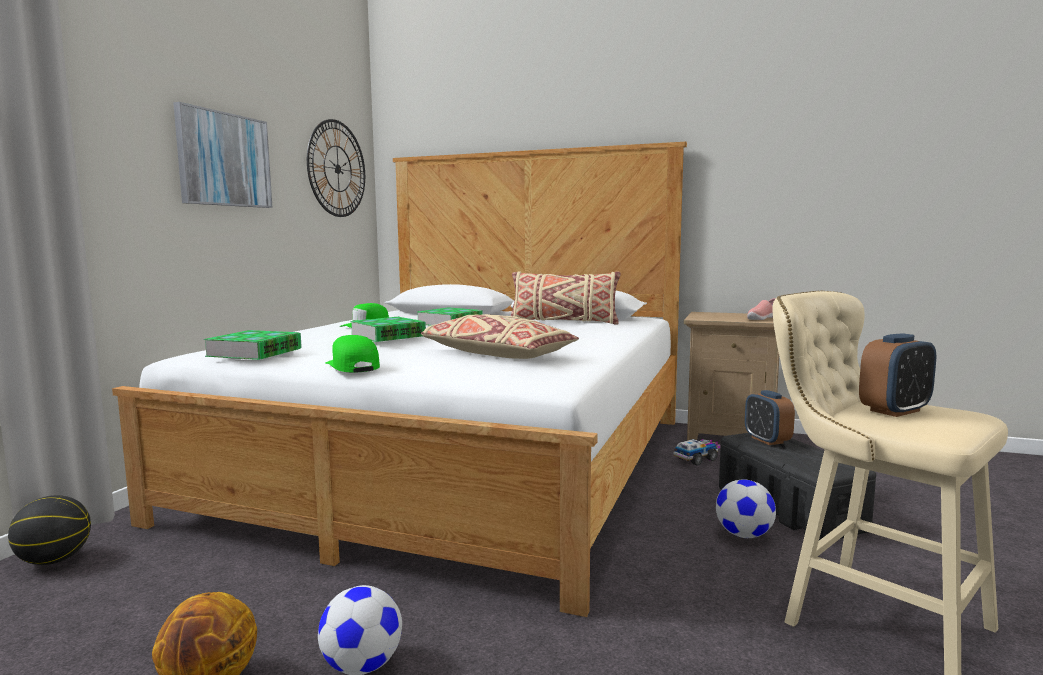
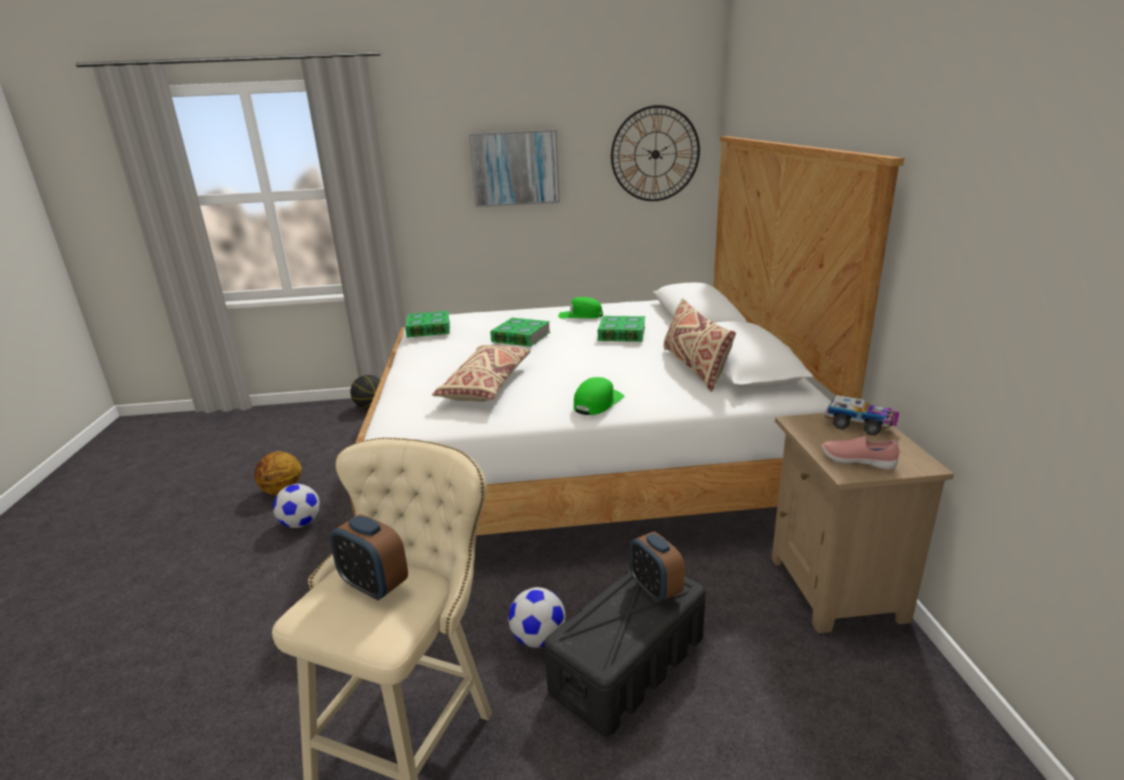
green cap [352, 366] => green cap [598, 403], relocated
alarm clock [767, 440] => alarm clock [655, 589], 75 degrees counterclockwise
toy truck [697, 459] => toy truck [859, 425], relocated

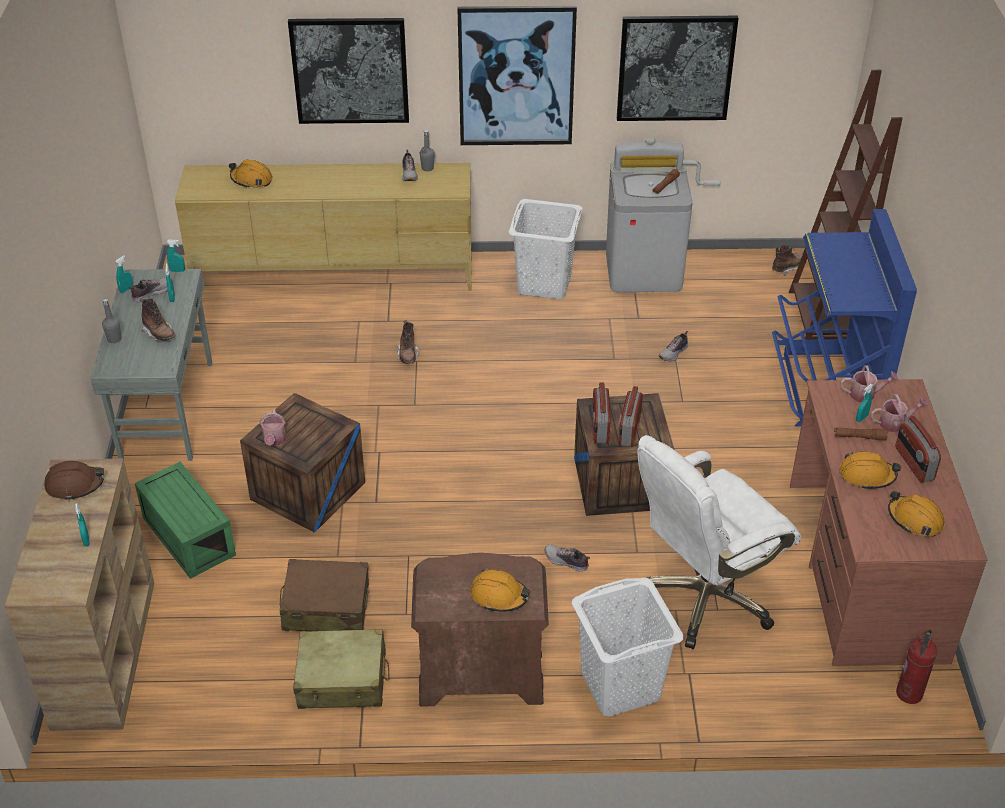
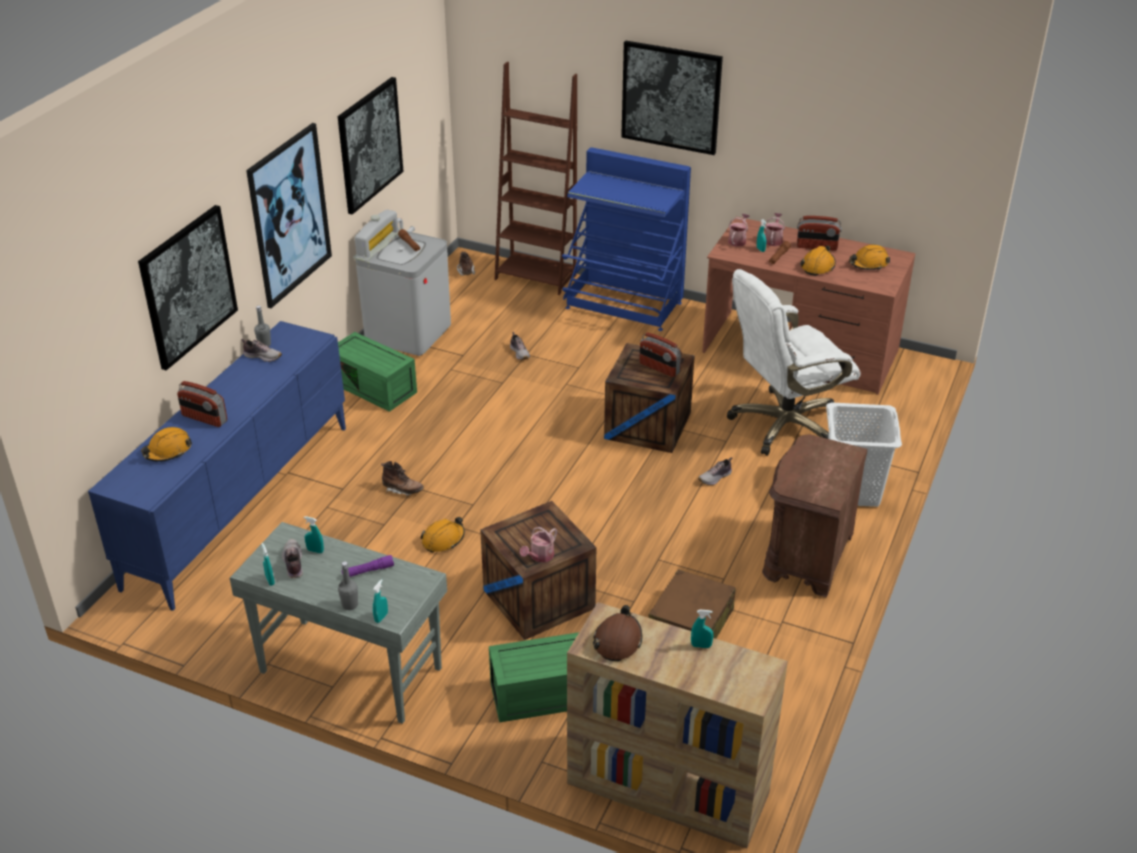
beige cabinet [335, 274] => blue cabinet [240, 503]
white laundry basket [544, 284] => green storage box [375, 387]
turquoise spray bottle [177, 271] => turquoise spray bottle [381, 617], relocated
brown boot [159, 334] => purple flashlight [368, 571]
radio [599, 426] => radio [204, 418], relocated
watering can [274, 441] => watering can [540, 556], 105 degrees clockwise
white office chair [705, 594] => white office chair [785, 424], 75 degrees clockwise
orange hard hat [499, 596] => orange hard hat [443, 540], relocated
beige suitcase [342, 679] => nothing
fire extinguisher [909, 694] => nothing
nothing => picture [671, 97]

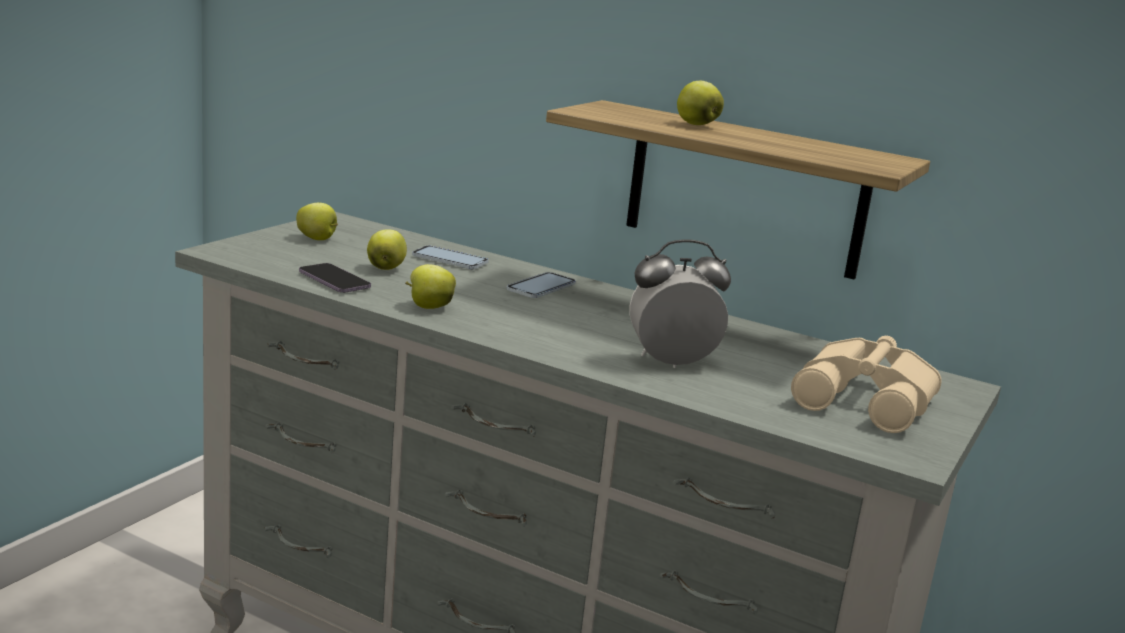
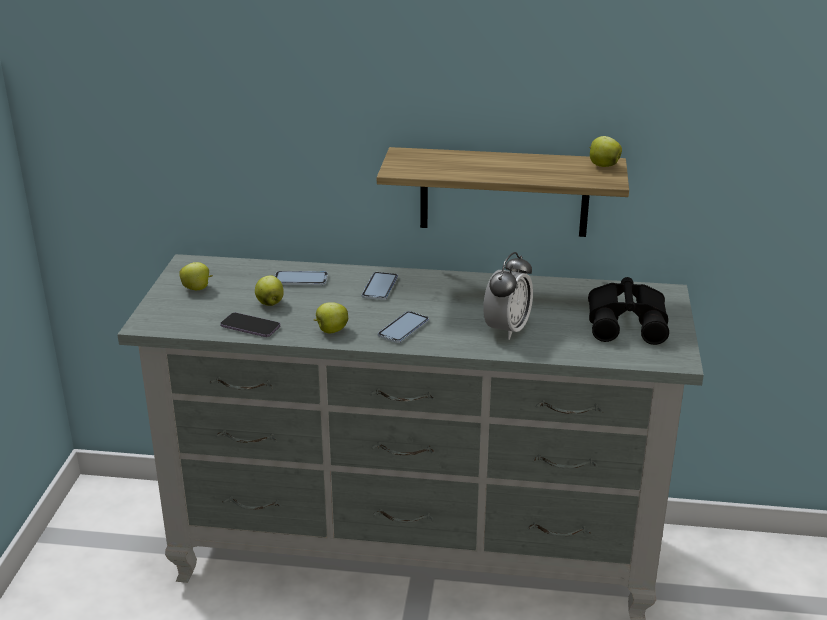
apple [696, 124] => apple [602, 165], relocated
alarm clock [671, 362] => alarm clock [507, 329], 150 degrees clockwise
beige binoculars [868, 399] => black binoculars [628, 321]
nothing => phone [403, 328]

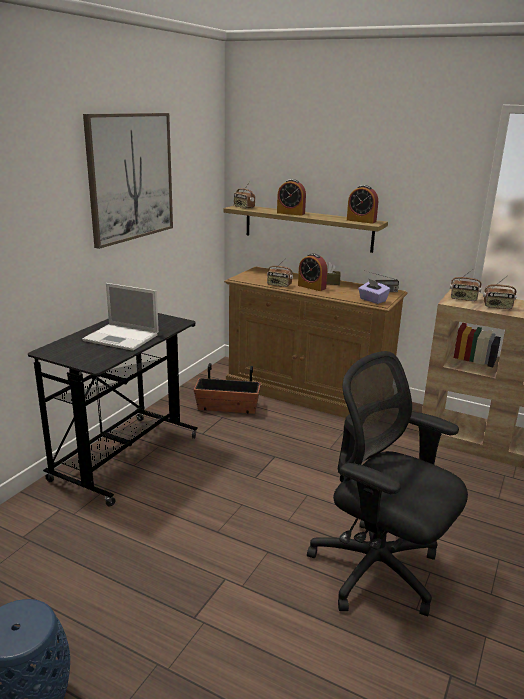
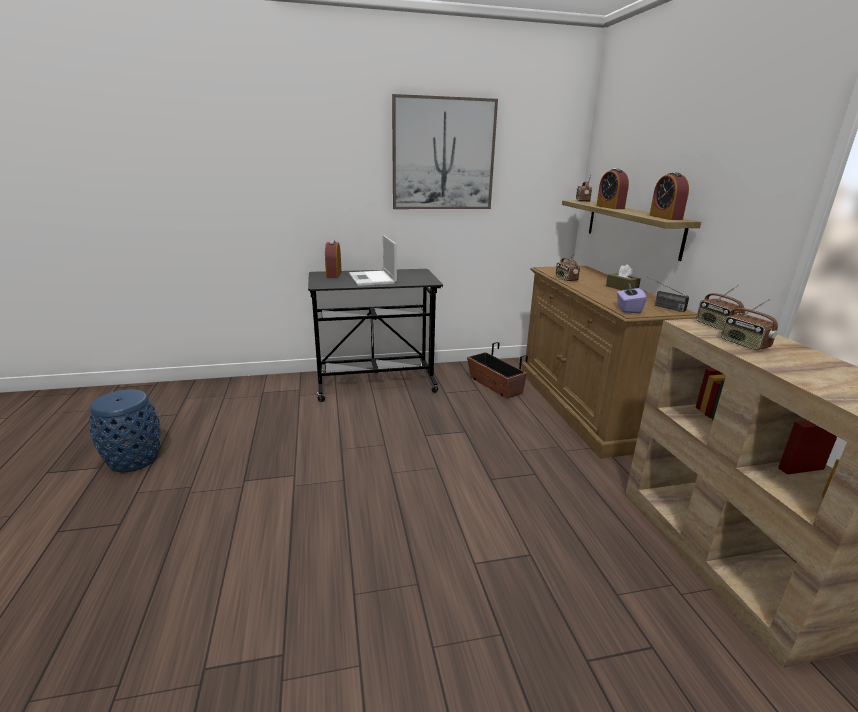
alarm clock [311, 287] => alarm clock [334, 274], relocated
black office chair [384, 571] => nothing

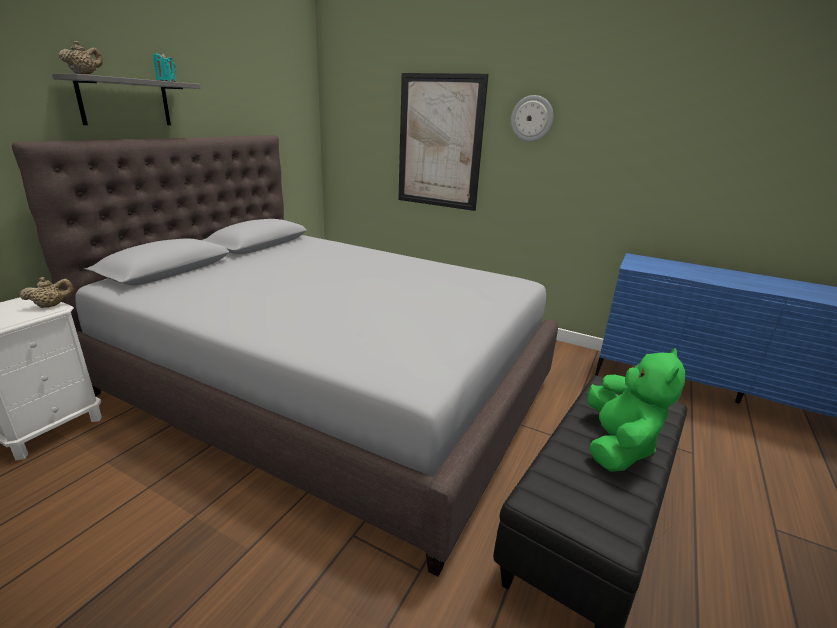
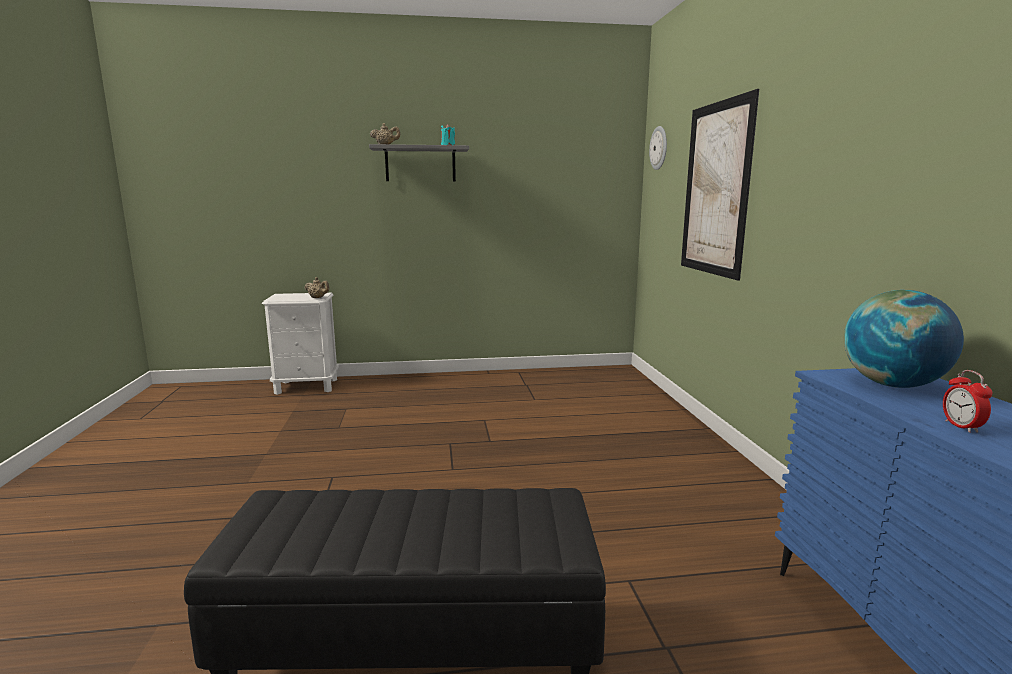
wall clock [532, 118] => wall clock [659, 148], relocated
grey bed [329, 388] => nothing
green plush toy [618, 445] => nothing
nothing => globe [892, 385]
nothing => alarm clock [961, 427]

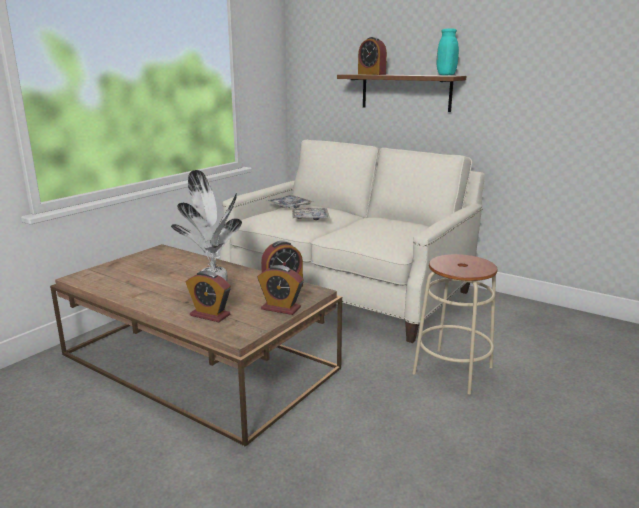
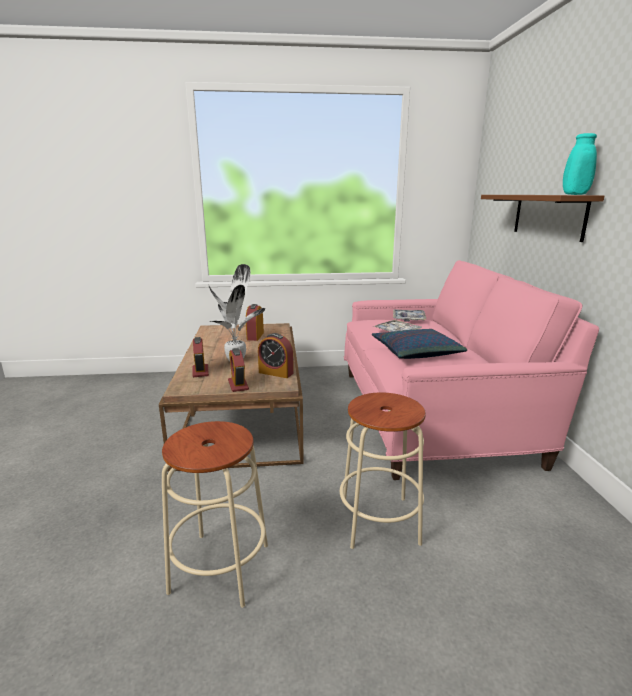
alarm clock [371, 74] => alarm clock [255, 336], relocated
white sofa [349, 288] => pink sofa [433, 413]
nothing => blue pillow [416, 352]
nothing => beige stool [220, 568]

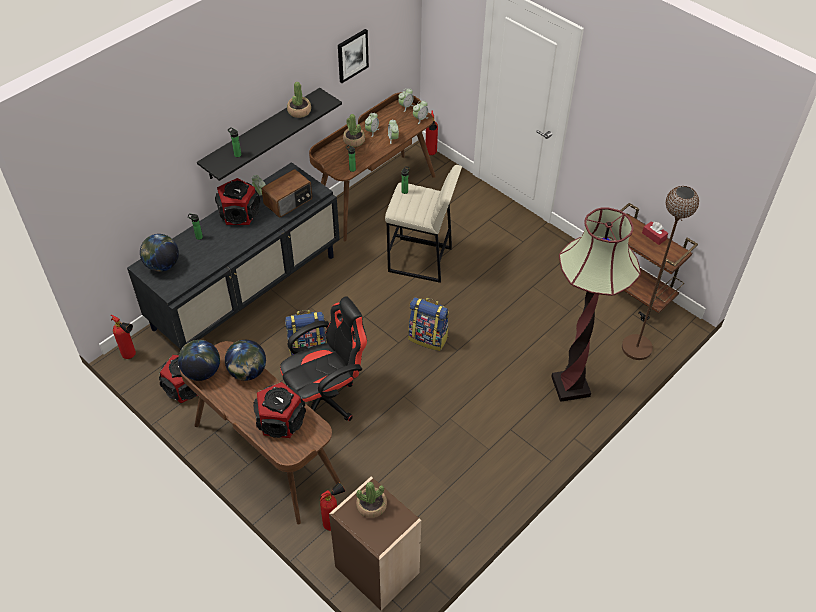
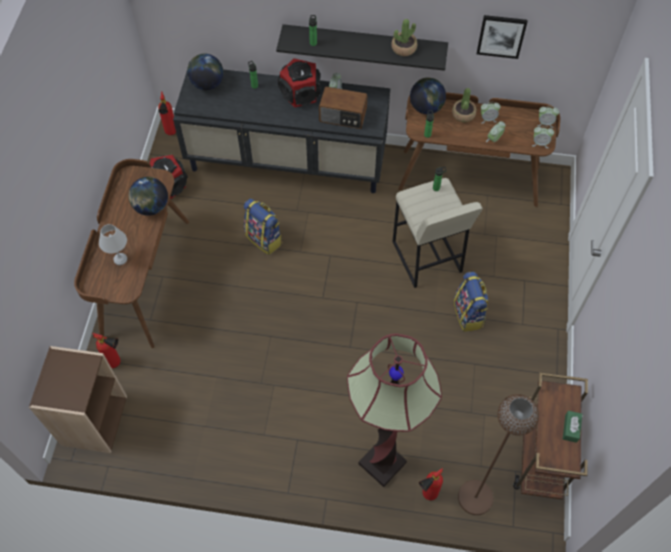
fire extinguisher [431, 154] => fire extinguisher [427, 495], relocated
red tissue box [654, 236] => green tissue box [571, 428]
black office chair [327, 399] => nothing
backpack [428, 338] => backpack [469, 314], relocated
globe [202, 372] => globe [426, 108], relocated
speaker [280, 421] => white table lamp [120, 258]
potted plant [371, 505] => nothing

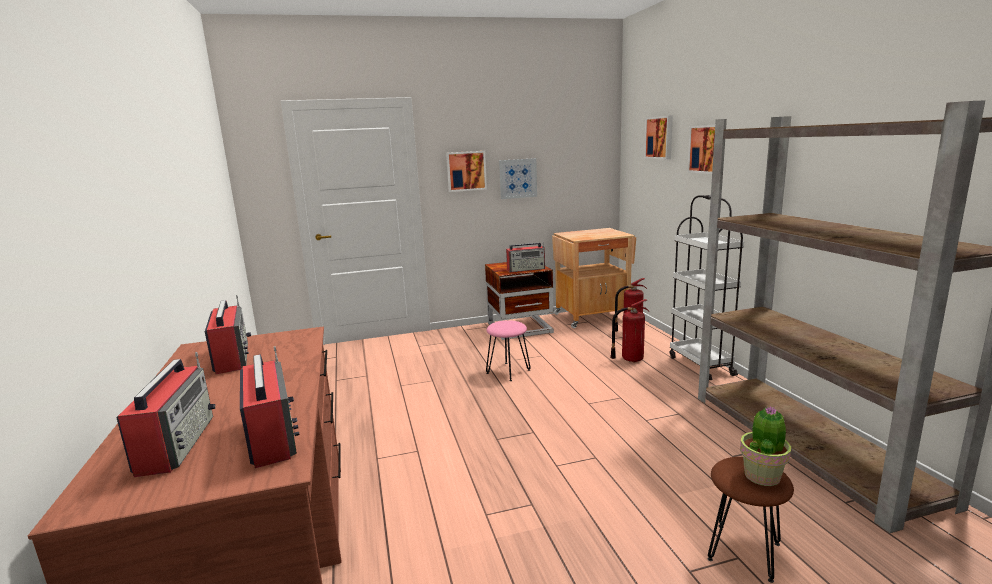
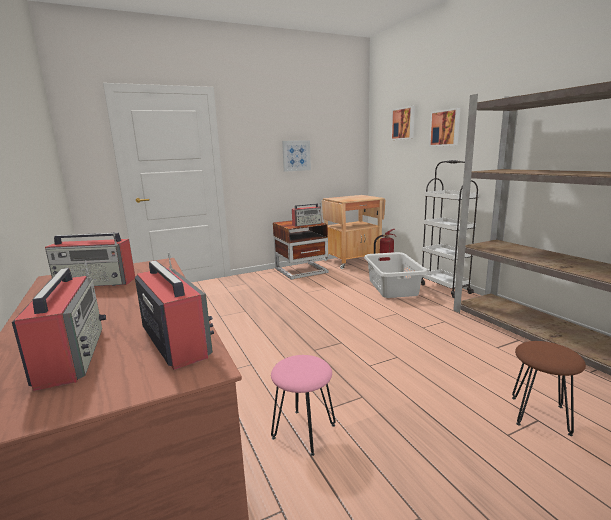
picture [466, 171] => nothing
radio [231, 357] => radio [96, 283], 120 degrees clockwise
fire extinguisher [630, 359] => grey laundry basket [393, 287]
pink stool [508, 371] => pink stool [304, 431], relocated
potted plant [762, 475] => nothing

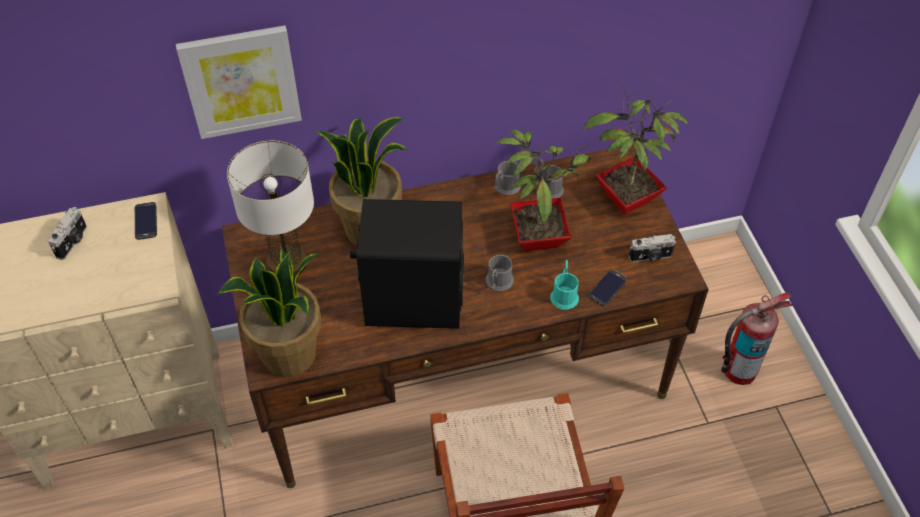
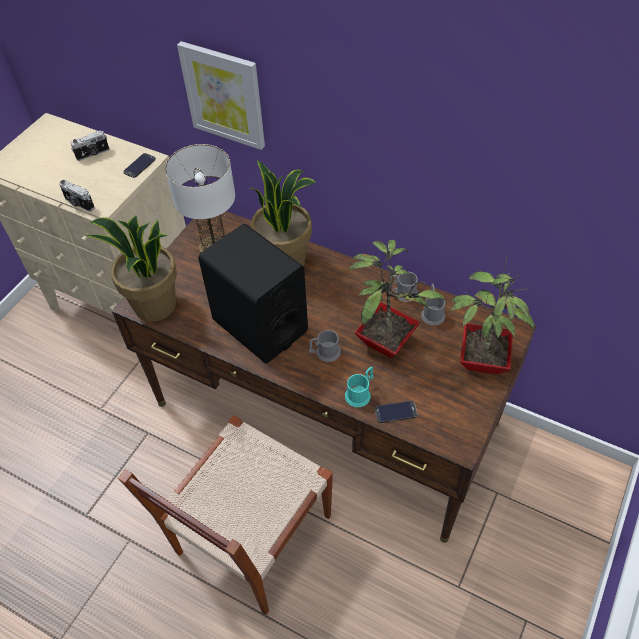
photo camera [650, 257] => photo camera [79, 204], relocated
fire extinguisher [738, 370] => nothing

